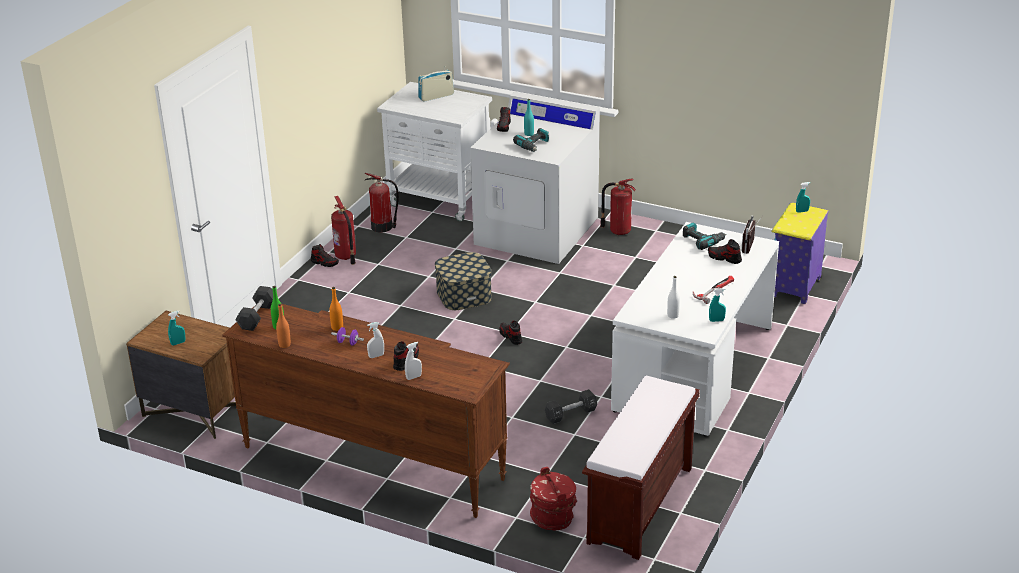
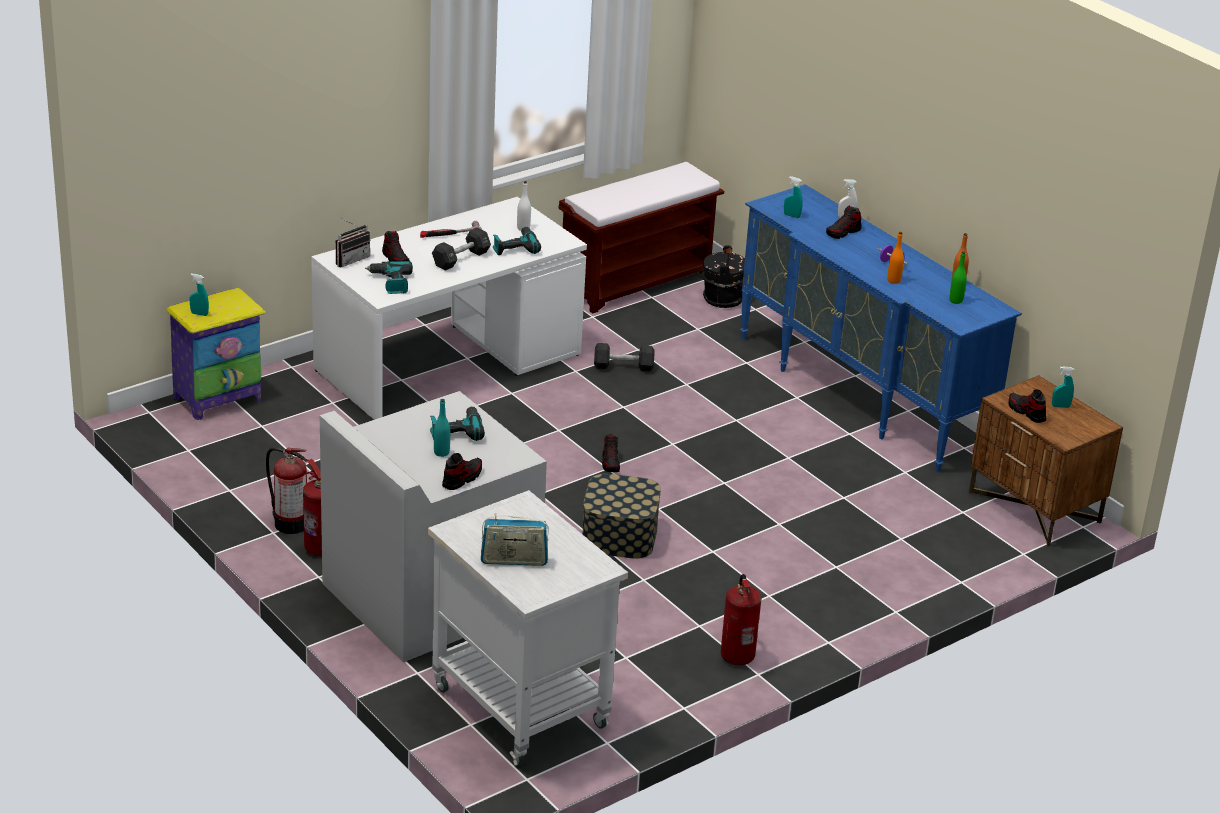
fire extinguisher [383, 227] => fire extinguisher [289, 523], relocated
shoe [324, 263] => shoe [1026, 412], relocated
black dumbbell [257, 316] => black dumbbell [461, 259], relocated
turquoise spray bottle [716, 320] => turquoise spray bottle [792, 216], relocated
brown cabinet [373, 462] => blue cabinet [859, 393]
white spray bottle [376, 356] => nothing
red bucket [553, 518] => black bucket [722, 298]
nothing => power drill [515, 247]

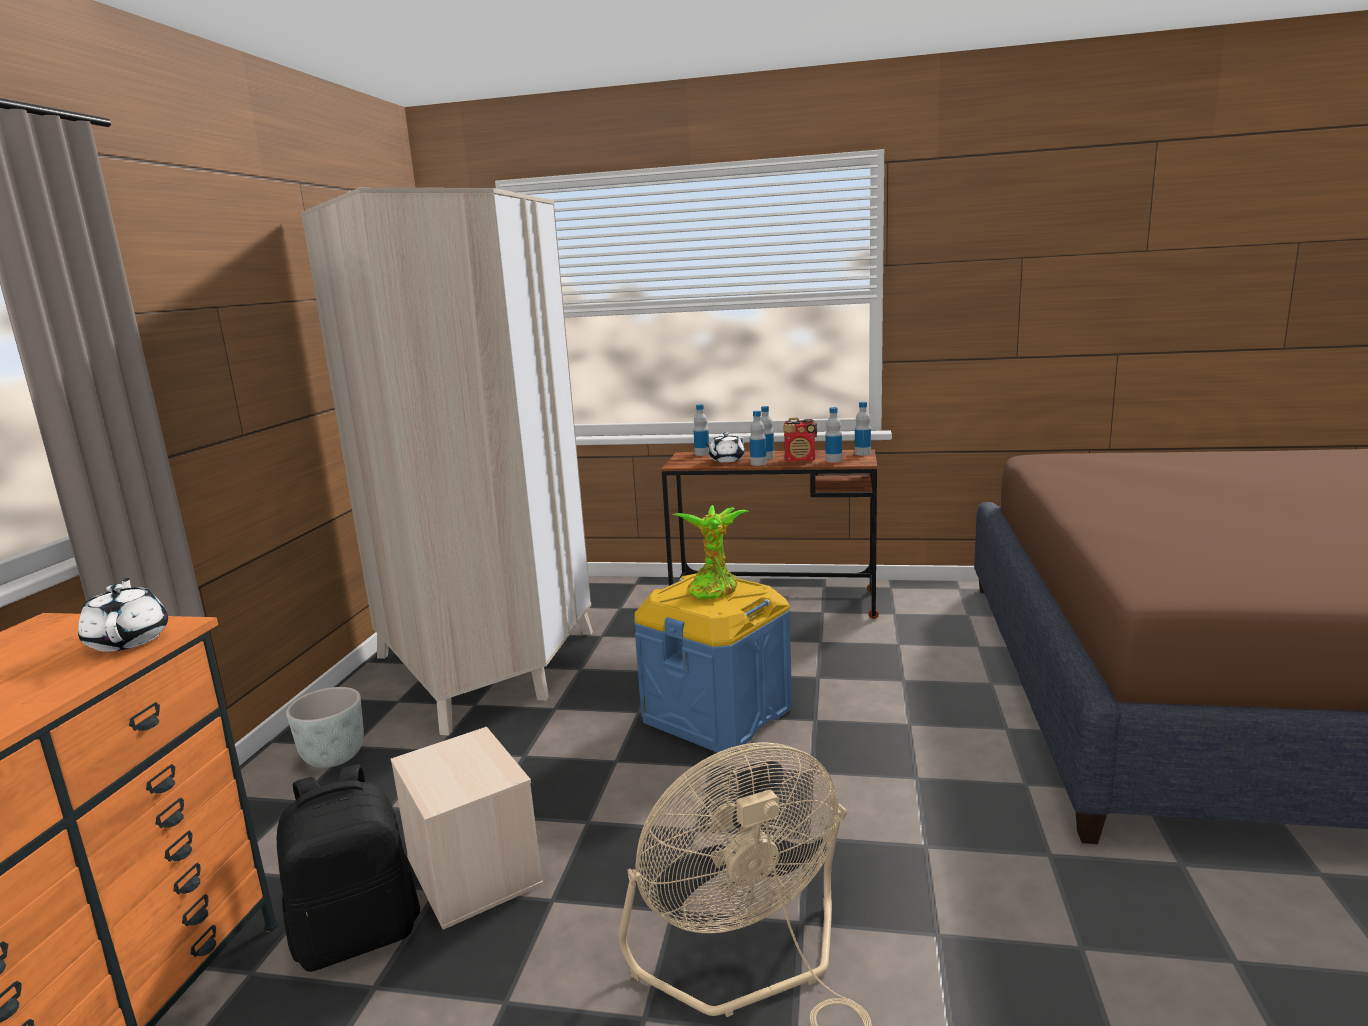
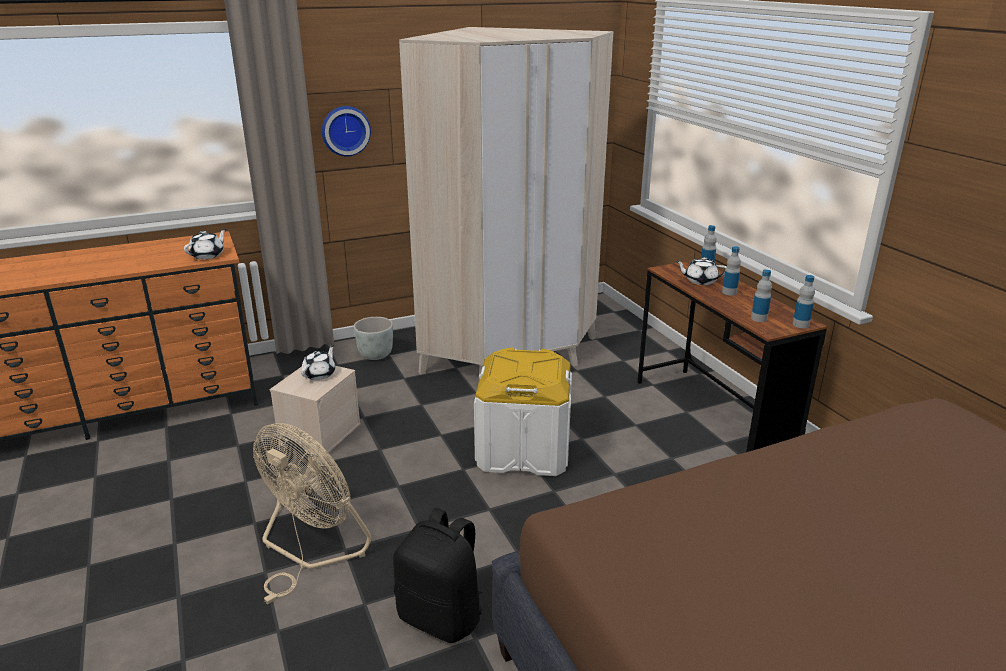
bottle [758, 463] => nothing
radio [800, 460] => nothing
potted plant [713, 588] => nothing
blue storage box [717, 713] => white storage box [523, 449]
black backpack [358, 934] => black backpack [442, 617], relocated
nothing => wall clock [345, 130]
nothing => white teapot [320, 374]

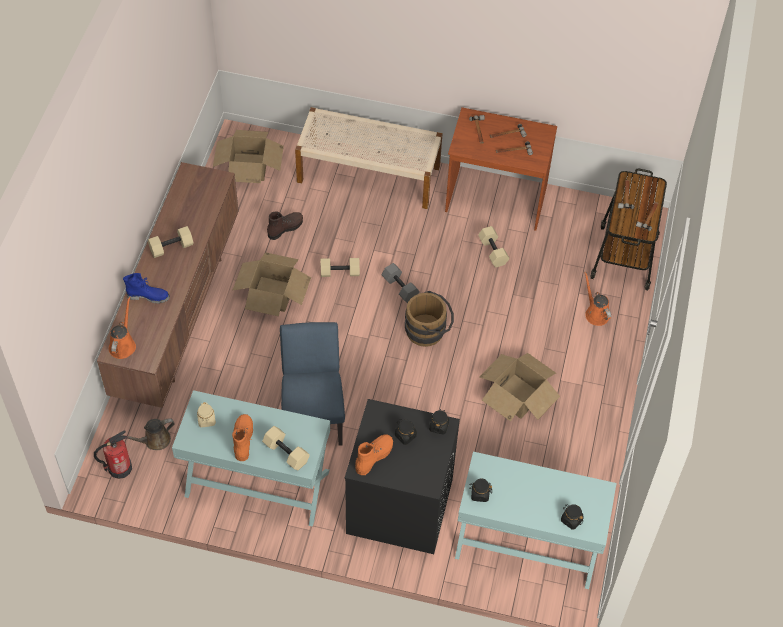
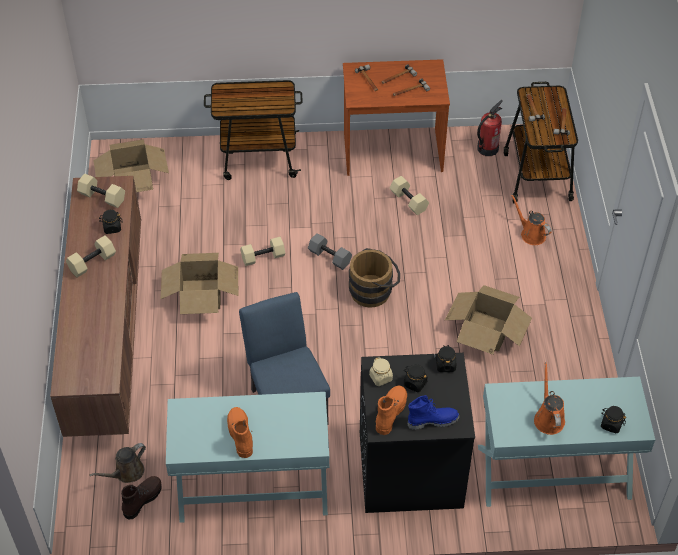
beige bench [369, 174] => cart [258, 158]
brown boot [285, 228] => brown boot [142, 499], relocated
blue boot [148, 296] => blue boot [432, 420], relocated
orange watering can [123, 344] => orange watering can [548, 418], relocated
beige jar [206, 420] => beige jar [381, 377], relocated
beige dumbbell [287, 452] => beige dumbbell [103, 197], relocated
fire extinguisher [119, 468] => fire extinguisher [487, 149], relocated
black jar [479, 494] => black jar [112, 228], relocated

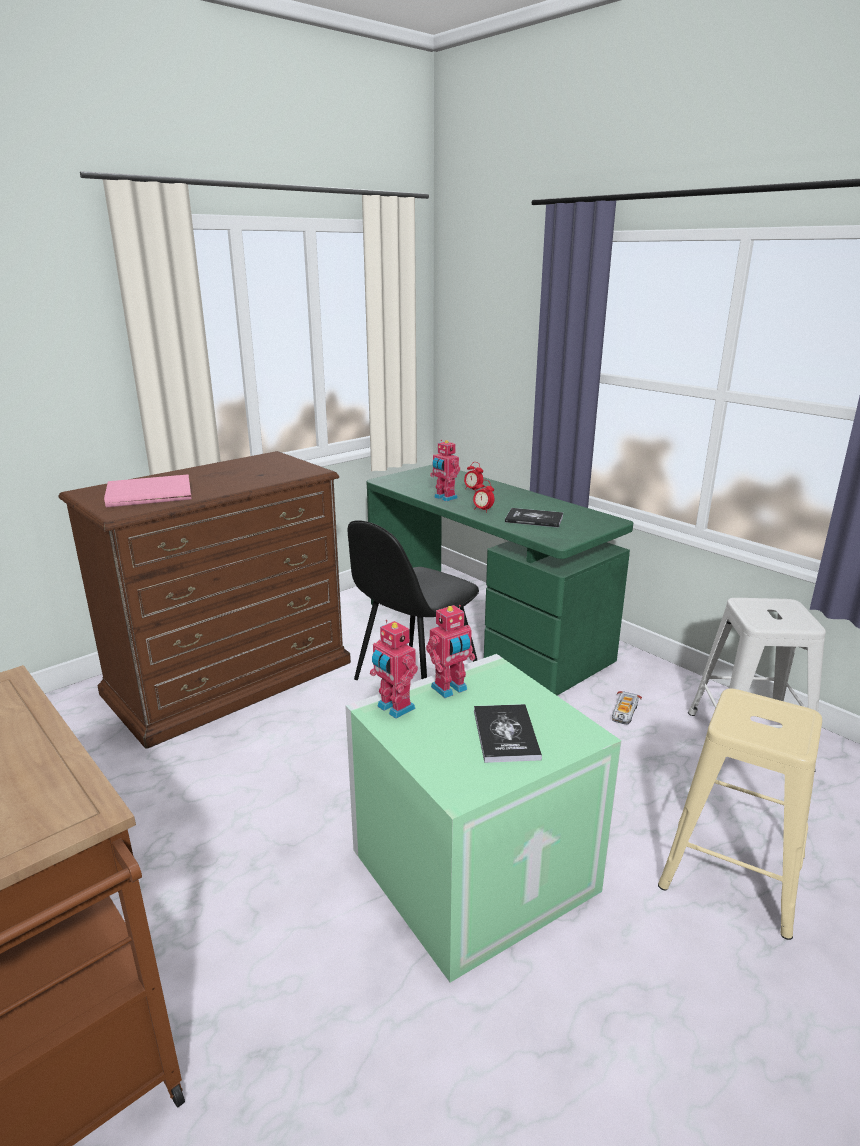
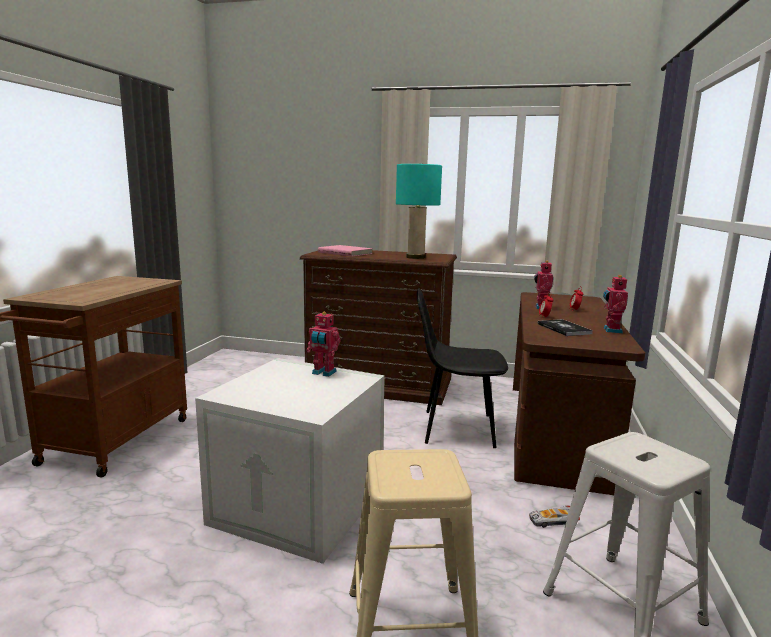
green desk [484, 629] => brown desk [557, 431]
toy robot [394, 708] => toy robot [611, 330], relocated
green storage box [474, 867] => white storage box [301, 504]
book [506, 734] => nothing
nothing => turquoise table lamp [415, 257]

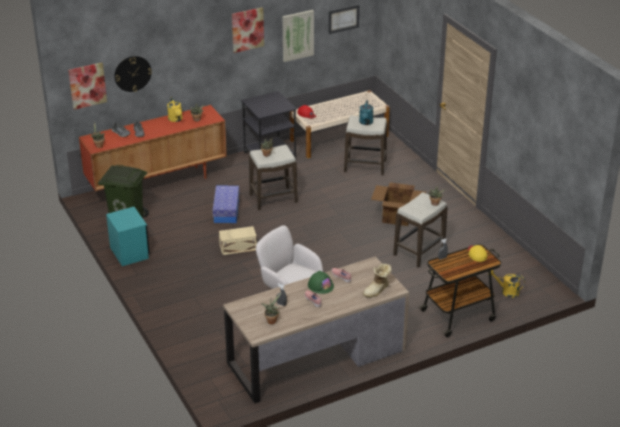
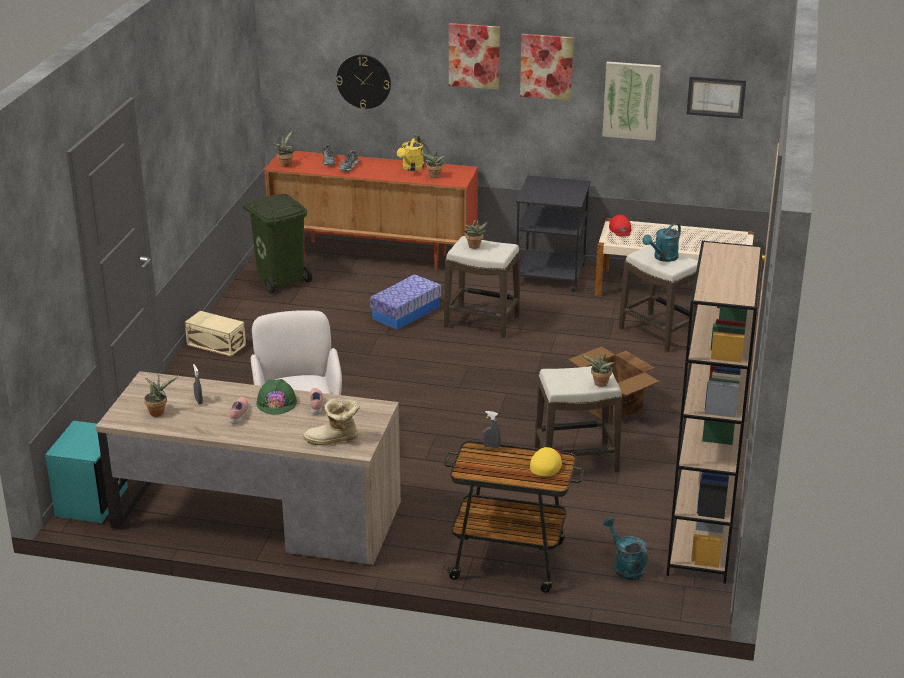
picture [87, 85] => picture [474, 56], relocated
turquoise nightstand [129, 253] => turquoise nightstand [92, 502], relocated
beige storage box [237, 247] => beige storage box [216, 344], relocated
yellow watering can [506, 292] => turquoise watering can [625, 567]
nothing => beige bookcase [701, 541]

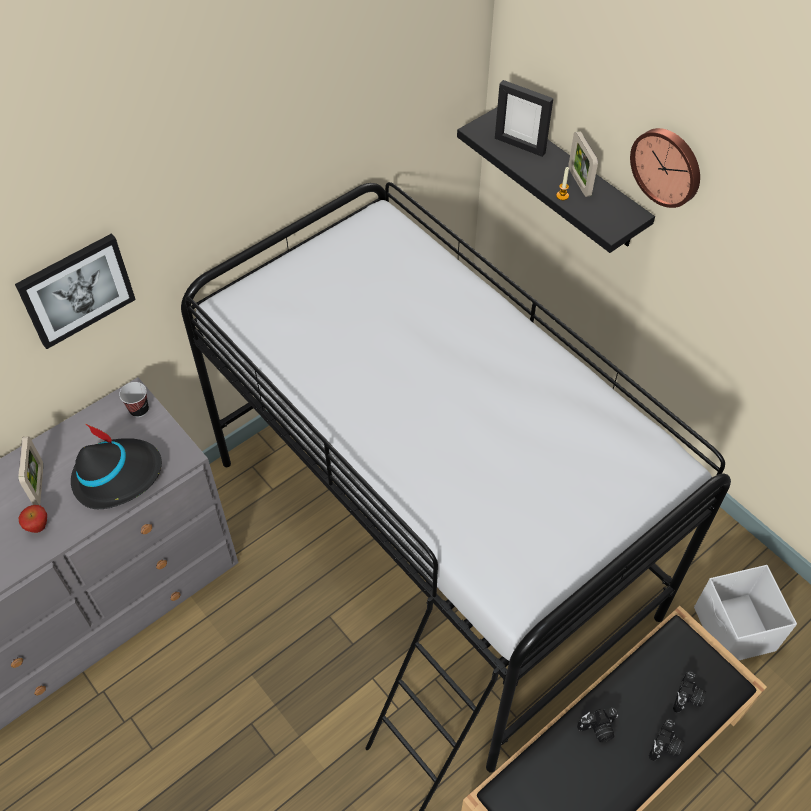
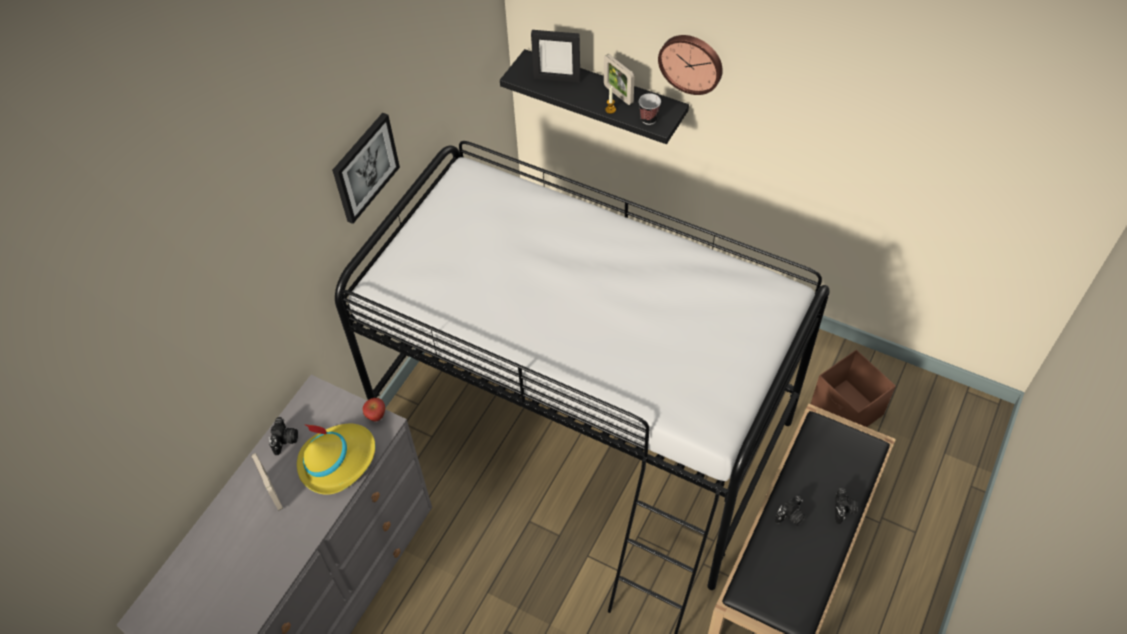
picture [76, 289] => picture [364, 167], relocated
cup [139, 410] => cup [648, 119], relocated
black hat [117, 475] => yellow hat [337, 460]
apple [38, 527] => apple [376, 417], relocated
white storage box [734, 630] => brown storage box [846, 411]
photo camera [687, 698] => photo camera [286, 440], relocated

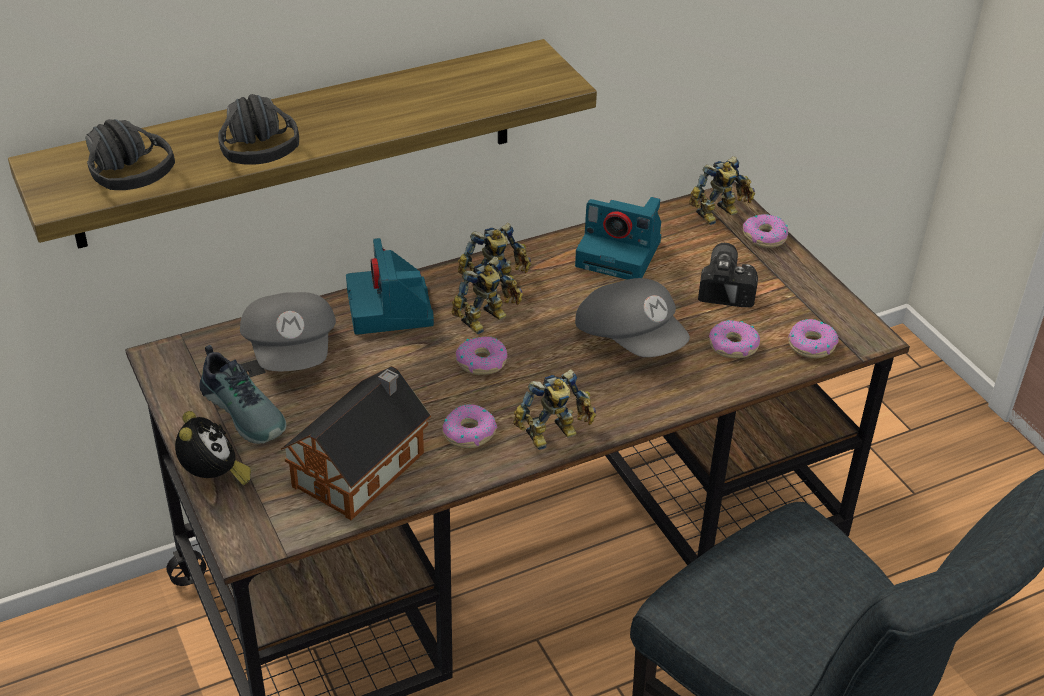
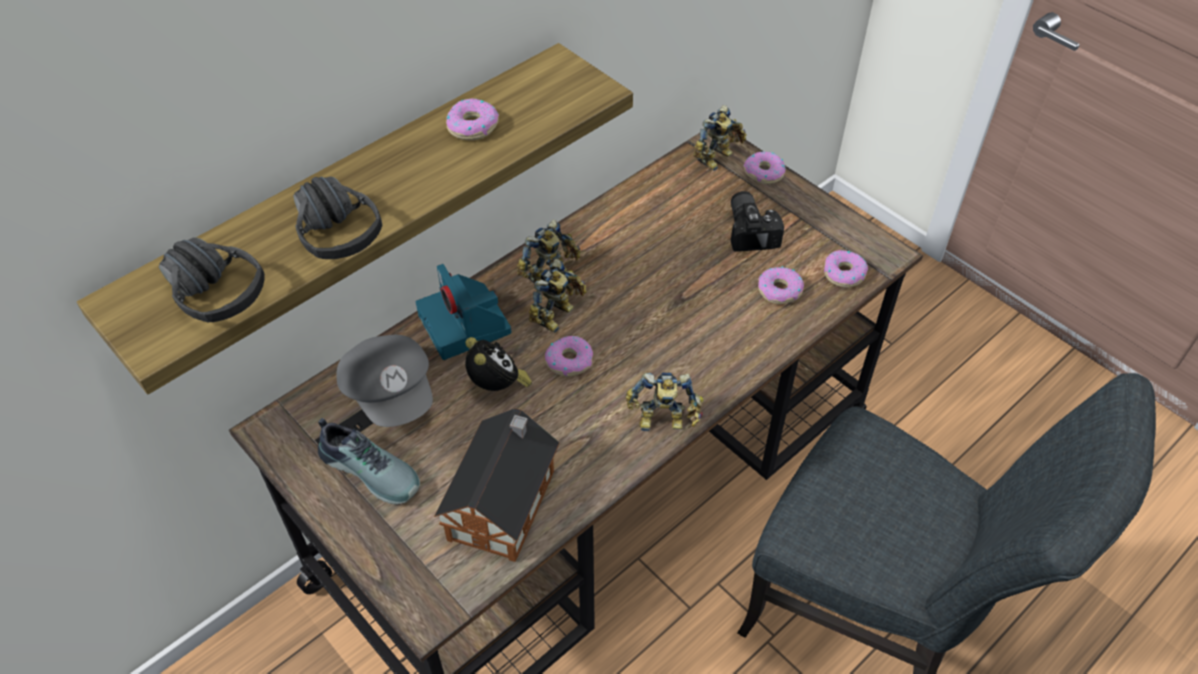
photo camera [620, 253] => nothing
grey cap [631, 339] => nothing
toy robot [554, 436] => toy robot [663, 422], 45 degrees clockwise
donut [469, 432] => donut [472, 126], relocated
alarm clock [214, 478] => alarm clock [498, 387], relocated

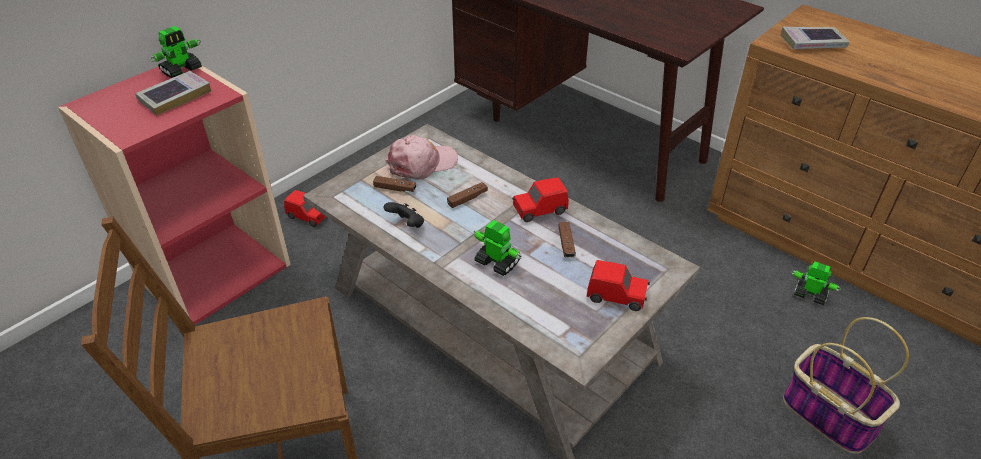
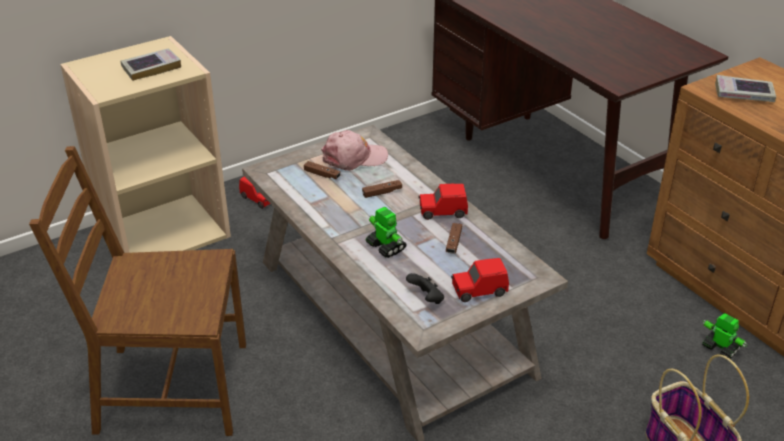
toy robot [182, 70] => nothing
red bookcase [215, 270] => beige bookcase [164, 230]
black game controller [407, 225] => black game controller [426, 299], relocated
red toy car [617, 296] => red toy car [479, 291], 135 degrees clockwise

